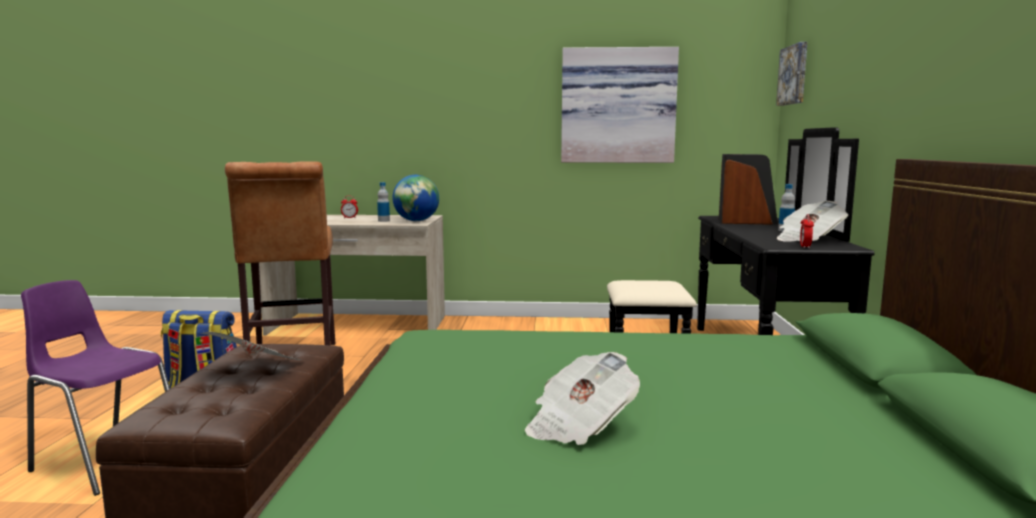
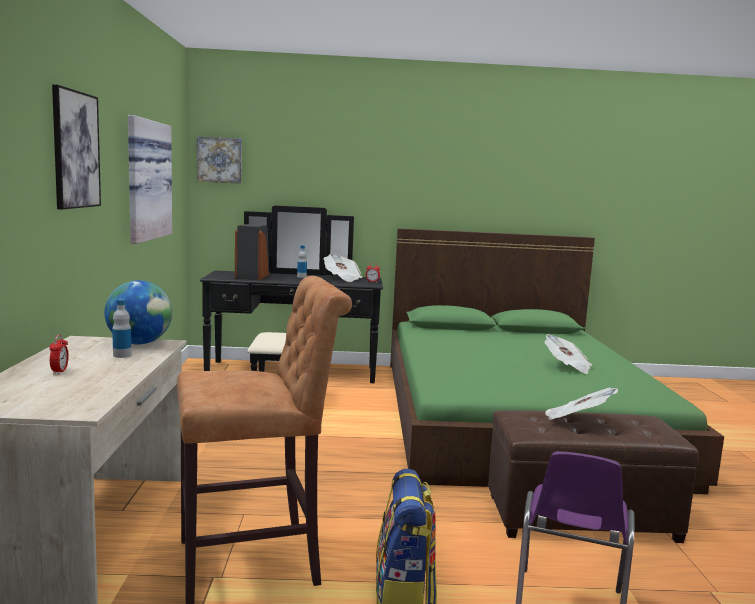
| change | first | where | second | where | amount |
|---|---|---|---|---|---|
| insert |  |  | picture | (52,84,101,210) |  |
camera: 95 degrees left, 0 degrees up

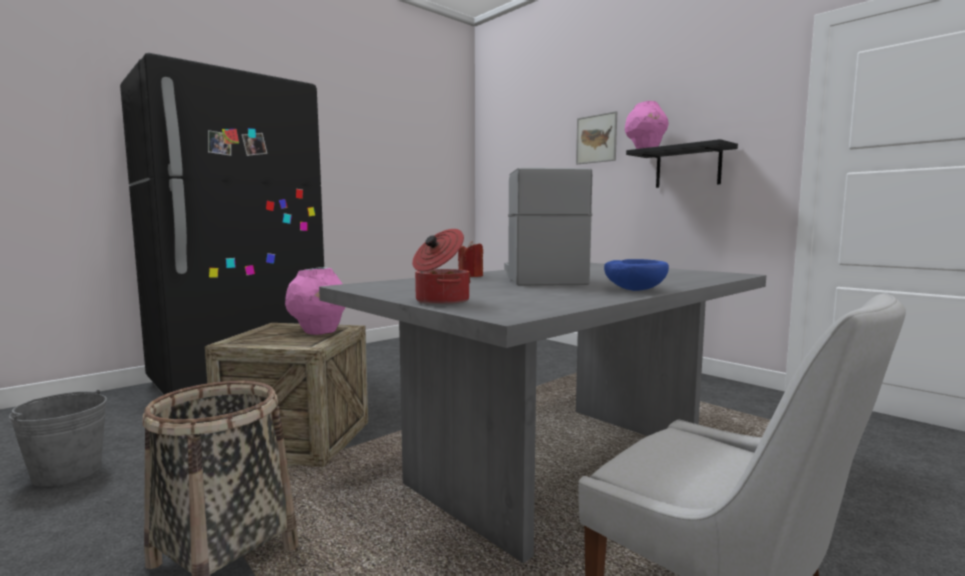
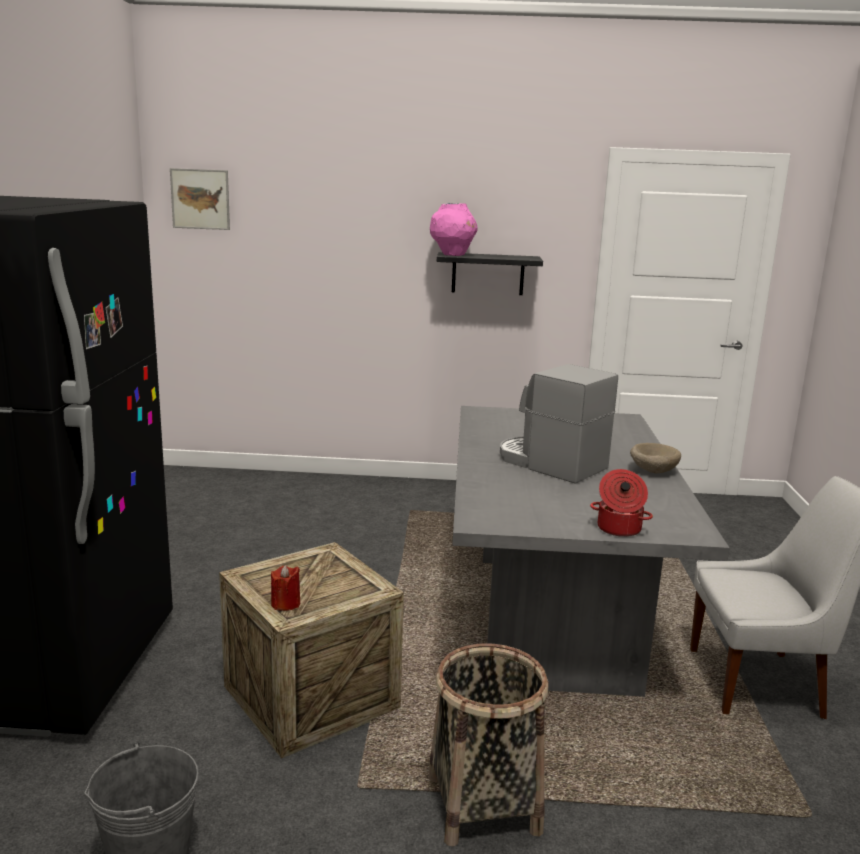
| change | first | where | second | where | amount |
|---|---|---|---|---|---|
| move | picture | (576,111,617,165) |  | (170,168,230,230) |  |
| move | reddish wax candle | (458,241,483,277) |  | (271,565,300,611) |  |
| recolor | blue-coloured bowl | (604,259,669,291) | beige-coloured bowl | (630,443,681,473) |  |
| delete | pink vase | (285,267,346,335) |  |  |  |
camera: 45 degrees left, 10 degrees up

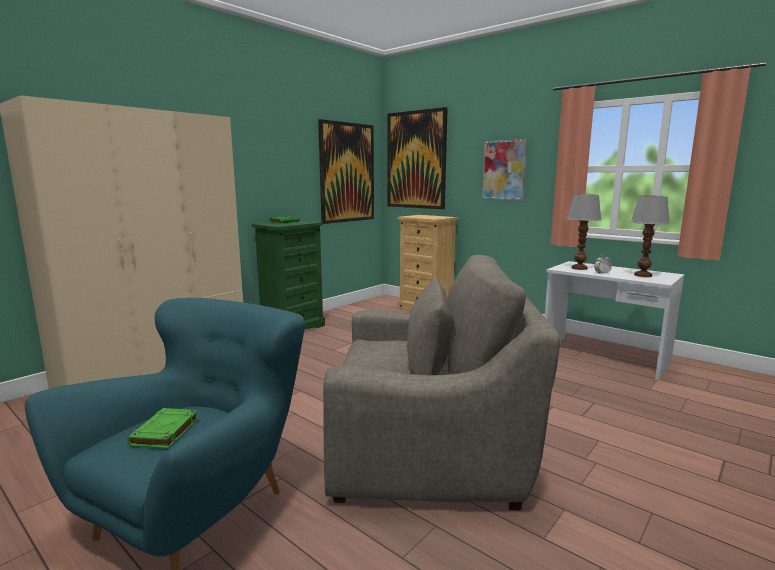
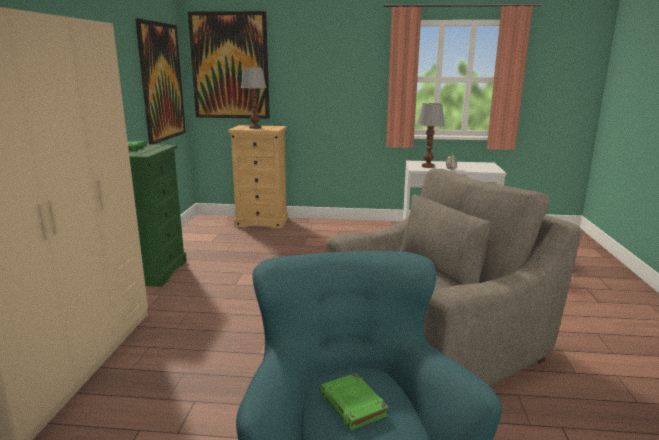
| change | first | where | second | where | amount |
|---|---|---|---|---|---|
| move | table lamp | (631,196,670,277) |  | (241,68,267,129) |  |
| delete | picture | (482,139,527,200) |  |  |  |
camera: 35 degrees left, 5 degrees up

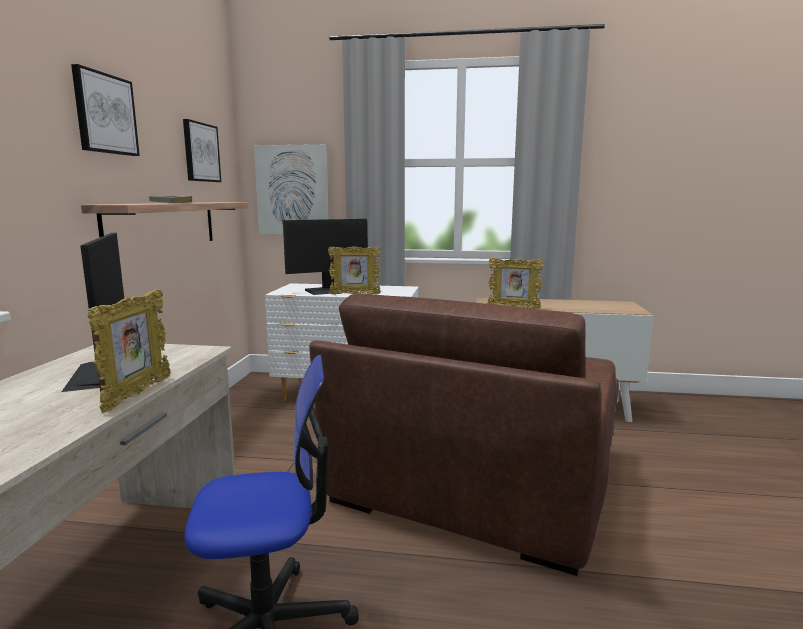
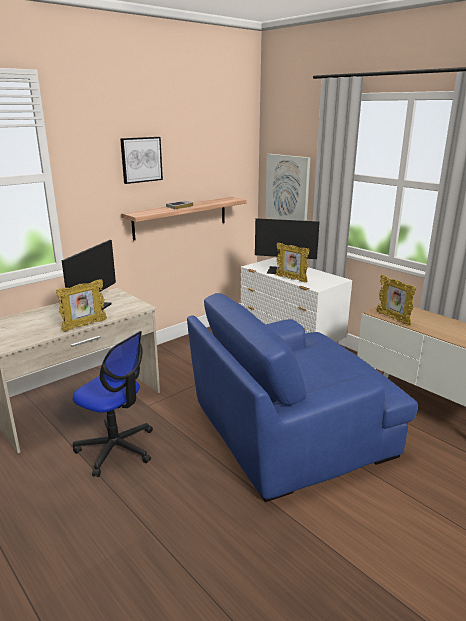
| change | first | where | second | where | amount |
|---|---|---|---|---|---|
| recolor | brownish easy chair | (309,293,619,576) | blue-coloured easy chair | (187,293,418,502) |  |
| delete | picture | (183,119,221,182) |  |  |  |
camera: 40 degrees right, 10 degrees up

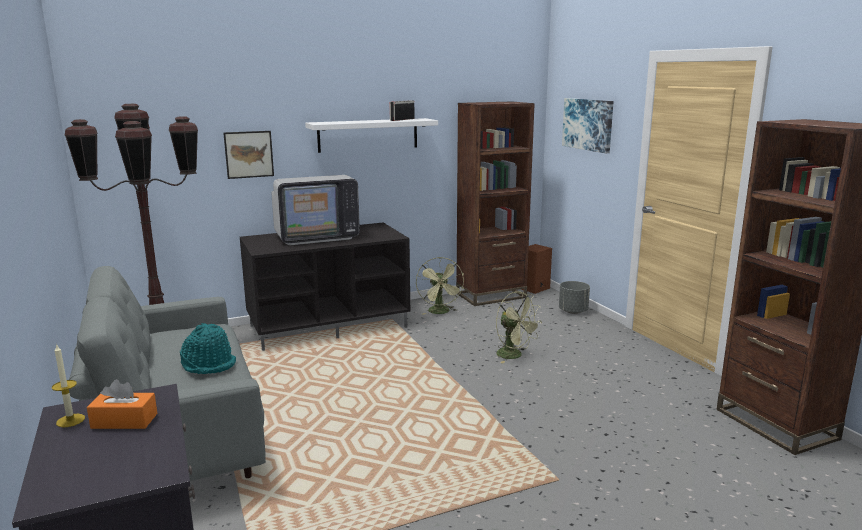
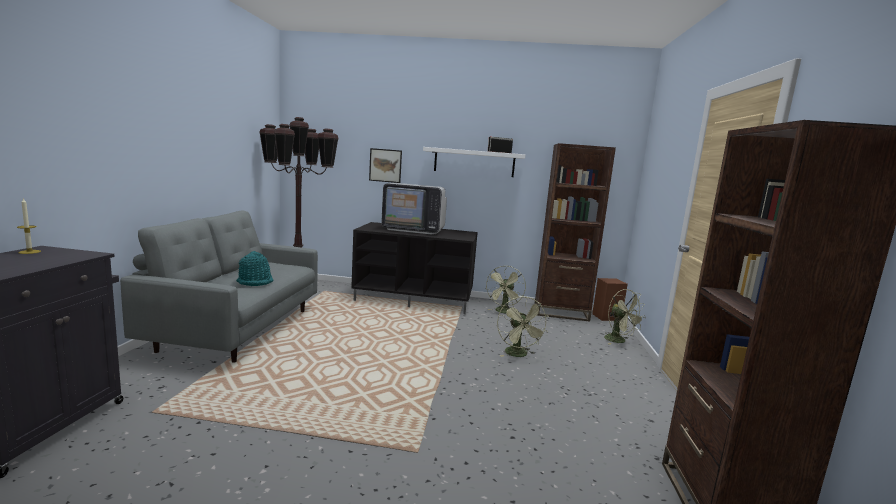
| change | first | where | second | where | amount |
|---|---|---|---|---|---|
| replace | greyish plant pot | (559,281,590,314) | green electric fan | (604,289,646,345) |  |
| delete | orange-coloured tissue box | (87,379,157,429) |  |  |  |
| delete | picture | (562,98,614,153) |  |  |  |
camera: 30 degrees right, 5 degrees down

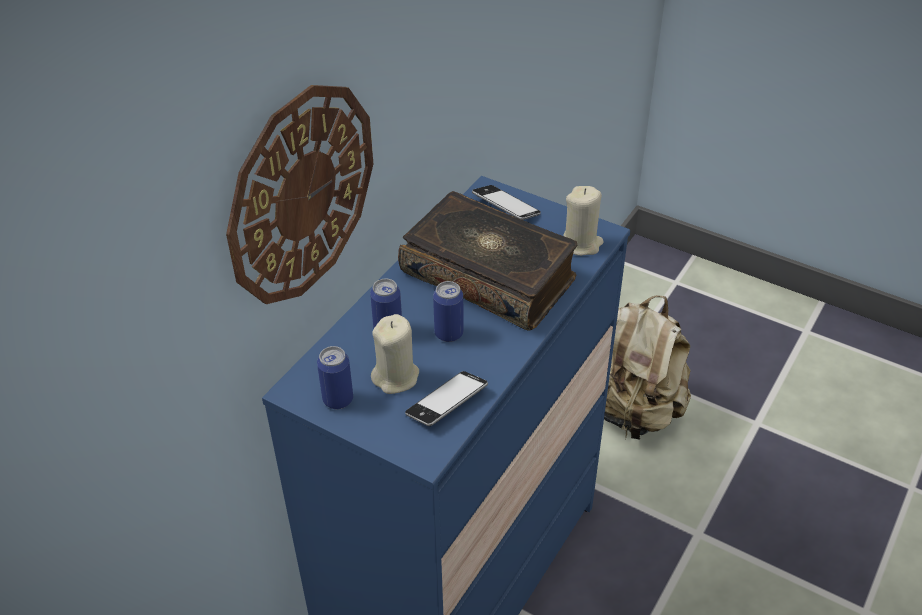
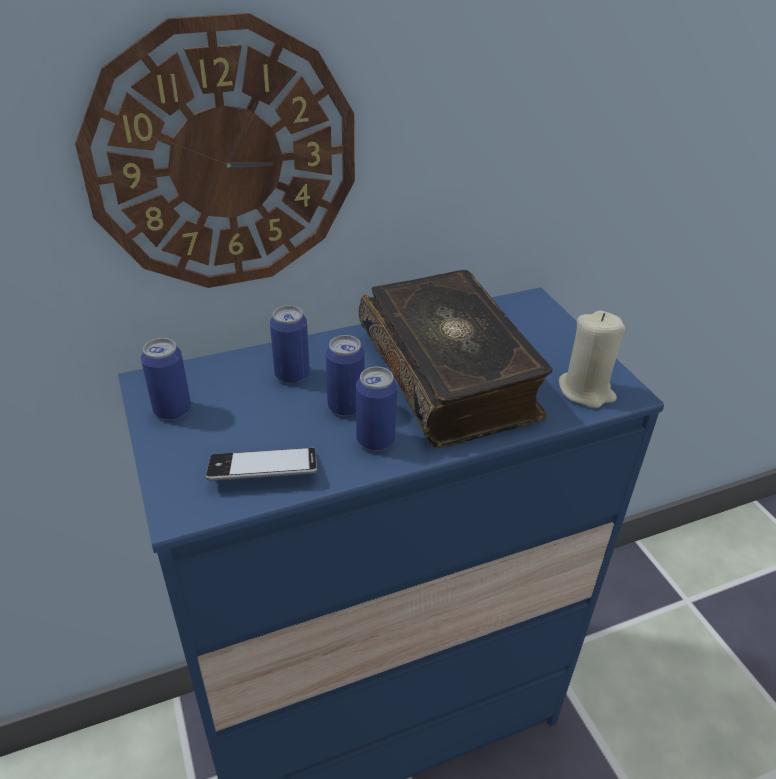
| change | first | where | second | where | amount |
|---|---|---|---|---|---|
| insert |  |  | can | (356,366,397,451) |  |
| delete | beige-coloured wax candle | (371,314,419,394) |  |  |  |
| delete | telephone | (472,185,541,220) |  |  |  |
| delete | beige-coloured backpack | (604,295,691,440) |  |  |  |
camera: 35 degrees right, 5 degrees down

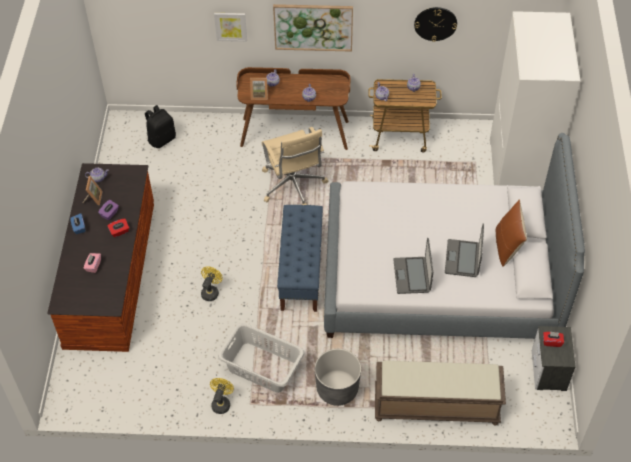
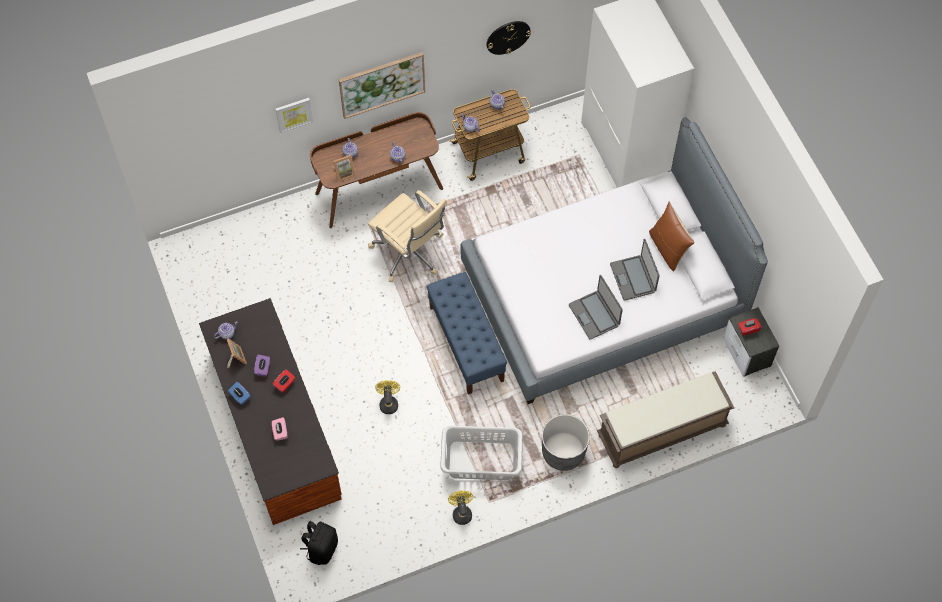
| change | first | where | second | where | amount |
|---|---|---|---|---|---|
| move | black-coloured backpack | (145,105,176,148) |  | (300,521,338,565) |  |
camera: 25 degrees left, 10 degrees up

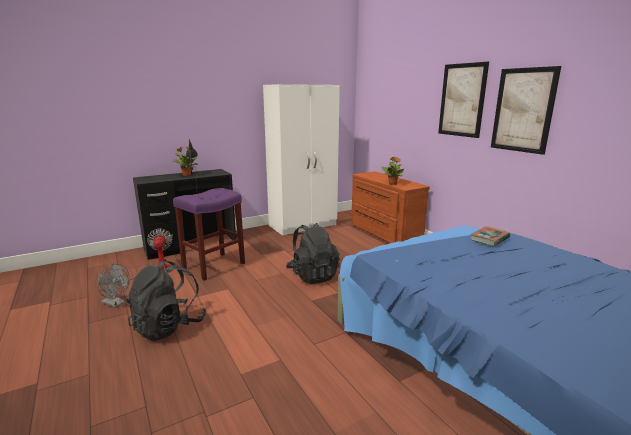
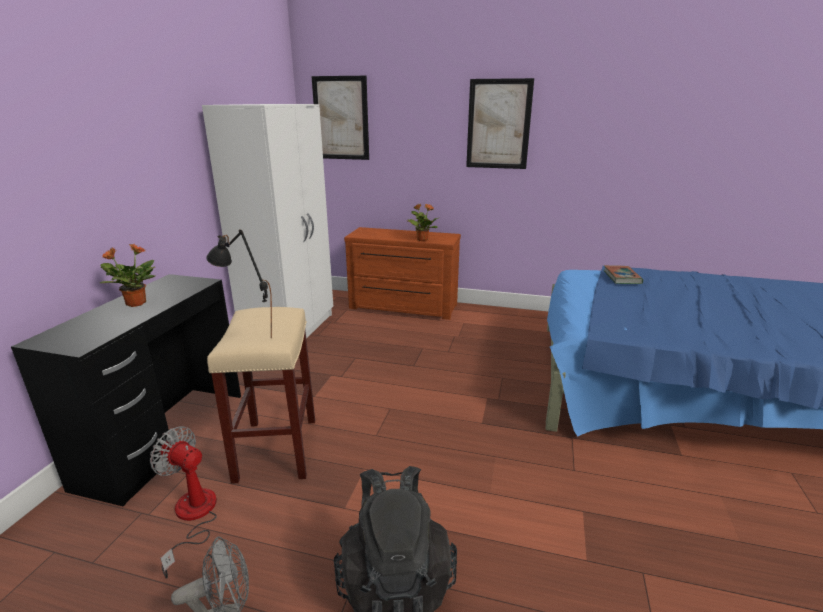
| change | first | where | second | where | amount |
|---|---|---|---|---|---|
| recolor | purple stool | (173,188,245,281) | beige-coloured stool | (207,307,315,484) |  |
| move | picture | (491,66,561,155) |  | (311,76,369,160) |  |
| delete | black-coloured backpack | (286,223,340,284) |  |  |  |
camera: 45 degrees left, 5 degrees up

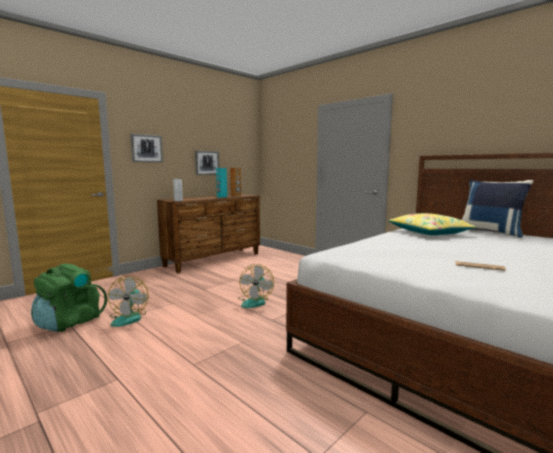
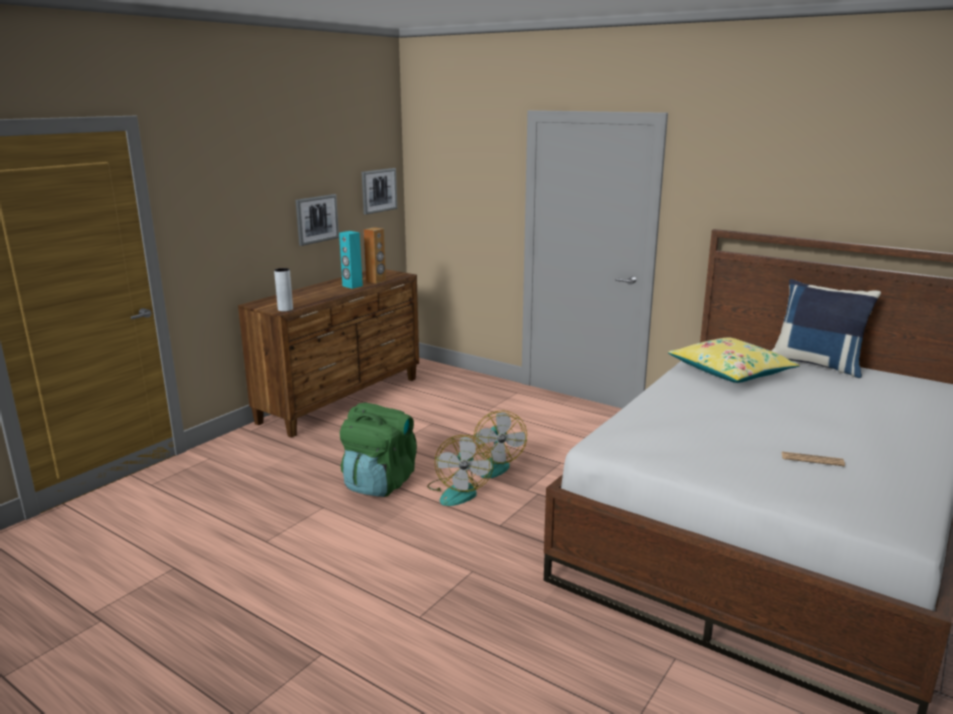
| change | first | where | second | where | amount |
|---|---|---|---|---|---|
| move | green backpack | (31,264,107,332) |  | (340,403,417,497) |  |
| move | picture | (131,134,163,162) |  | (361,168,397,215) |  |
| move | electric fan | (108,276,149,327) |  | (474,411,527,478) |  |
camera: 10 degrees left, 10 degrees up

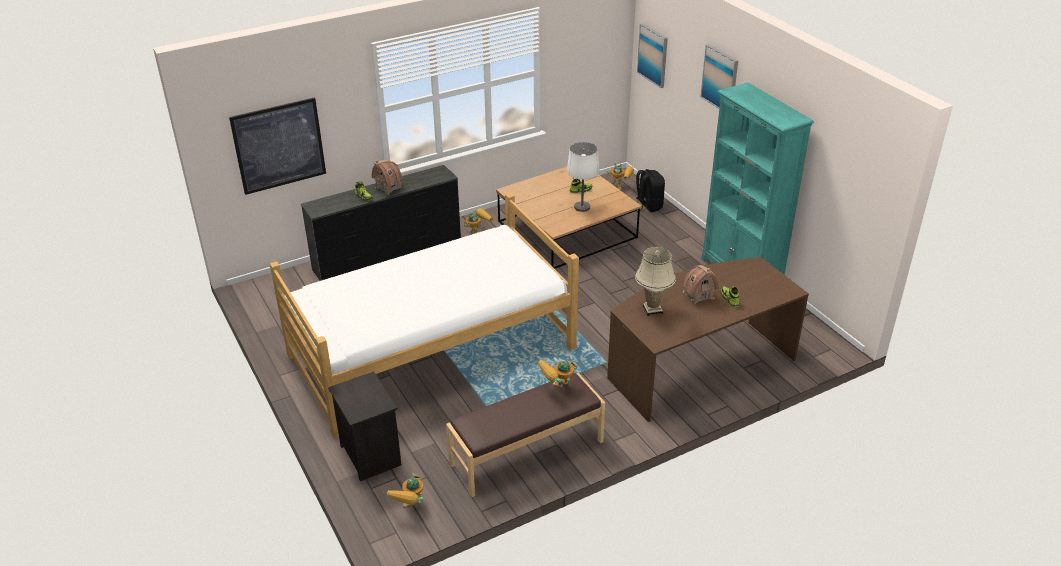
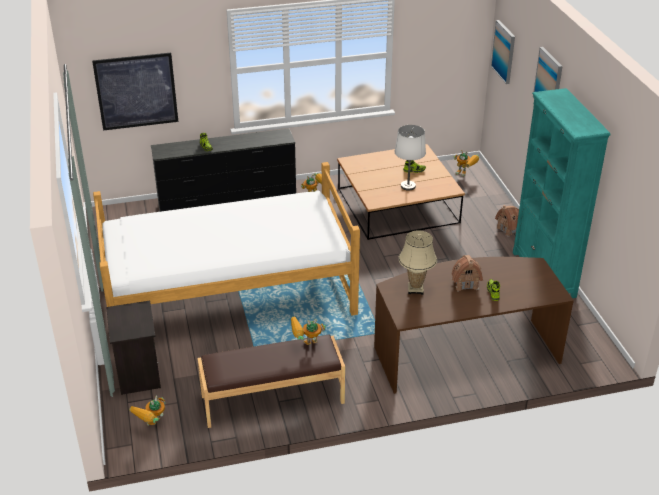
| change | first | where | second | where | amount |
|---|---|---|---|---|---|
| move | toy house | (372,160,403,195) |  | (495,205,519,237) |  |
| delete | black-coloured backpack | (636,169,665,212) |  |  |  |
camera: 15 degrees right, 0 degrees up

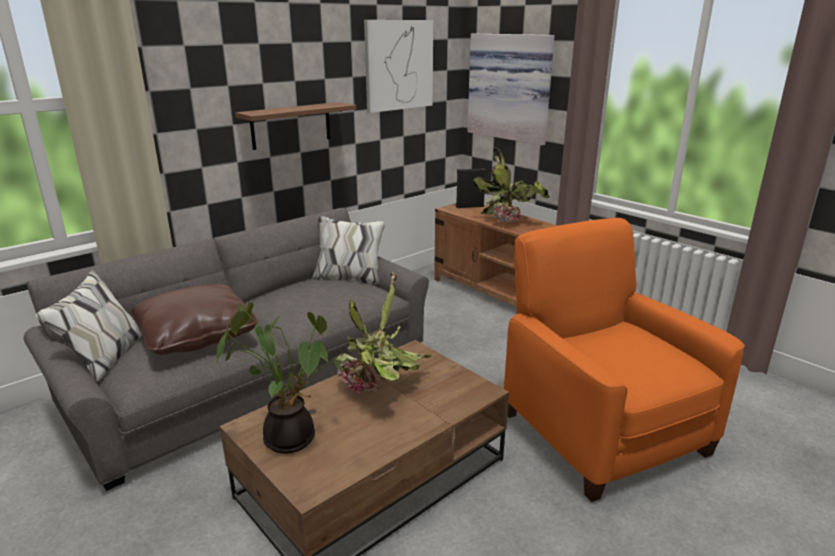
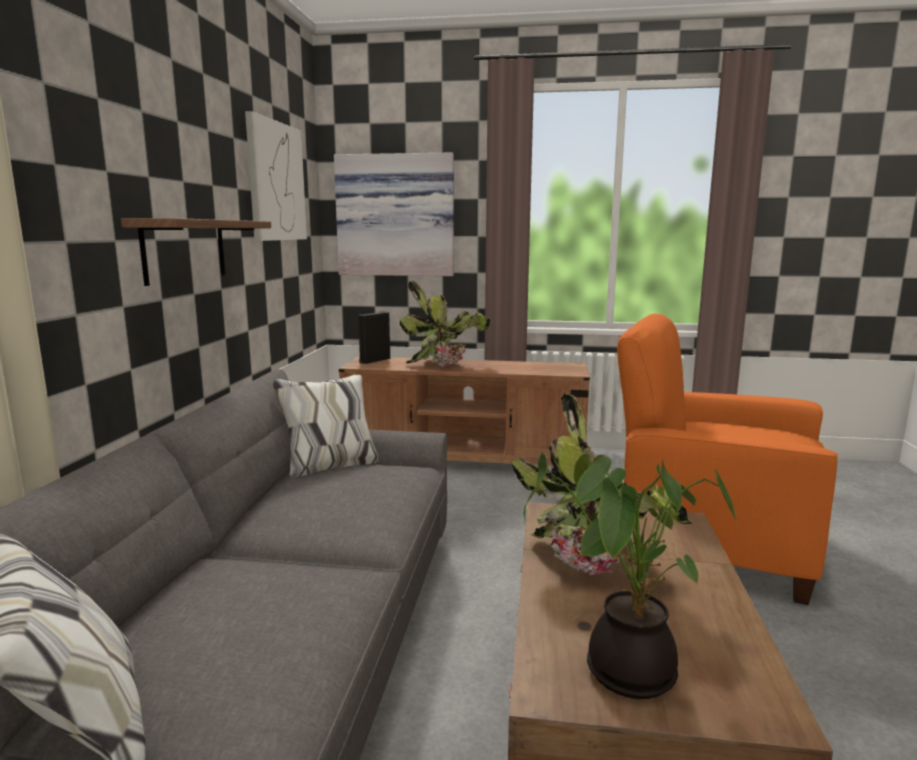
| change | first | where | second | where | amount |
|---|---|---|---|---|---|
| delete | brownish cushion | (130,284,258,355) |  |  |  |
camera: 40 degrees left, 10 degrees down

